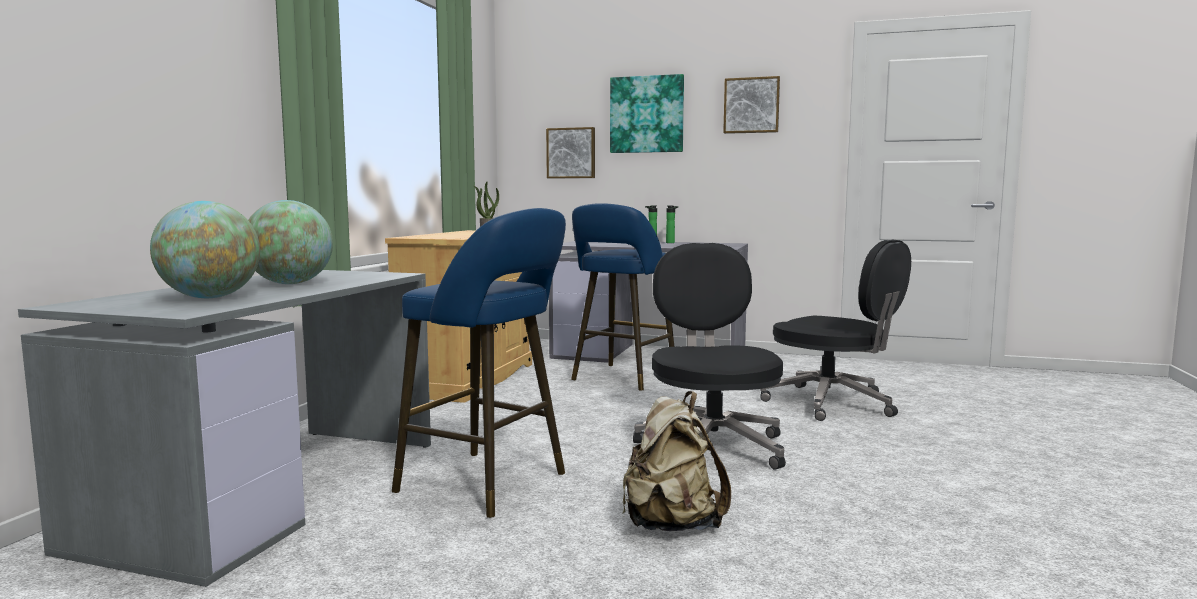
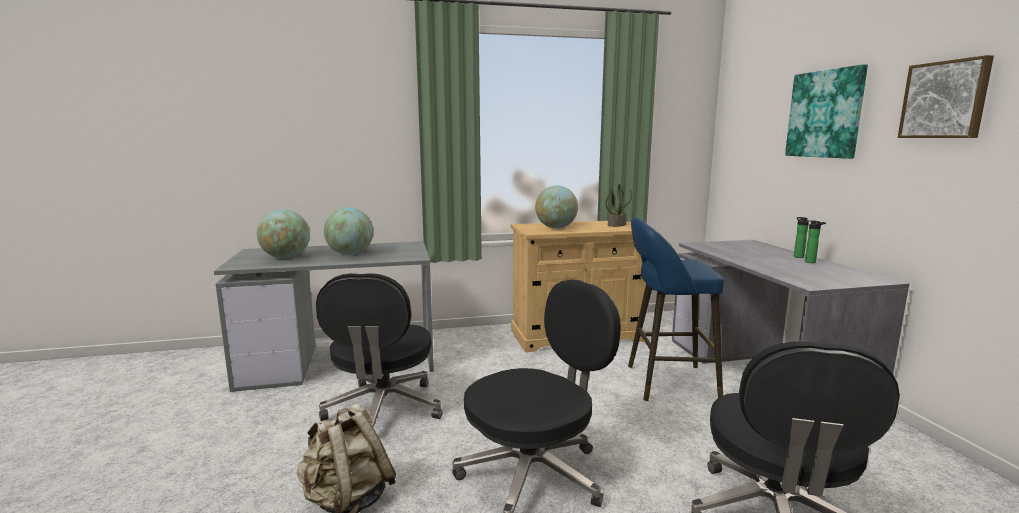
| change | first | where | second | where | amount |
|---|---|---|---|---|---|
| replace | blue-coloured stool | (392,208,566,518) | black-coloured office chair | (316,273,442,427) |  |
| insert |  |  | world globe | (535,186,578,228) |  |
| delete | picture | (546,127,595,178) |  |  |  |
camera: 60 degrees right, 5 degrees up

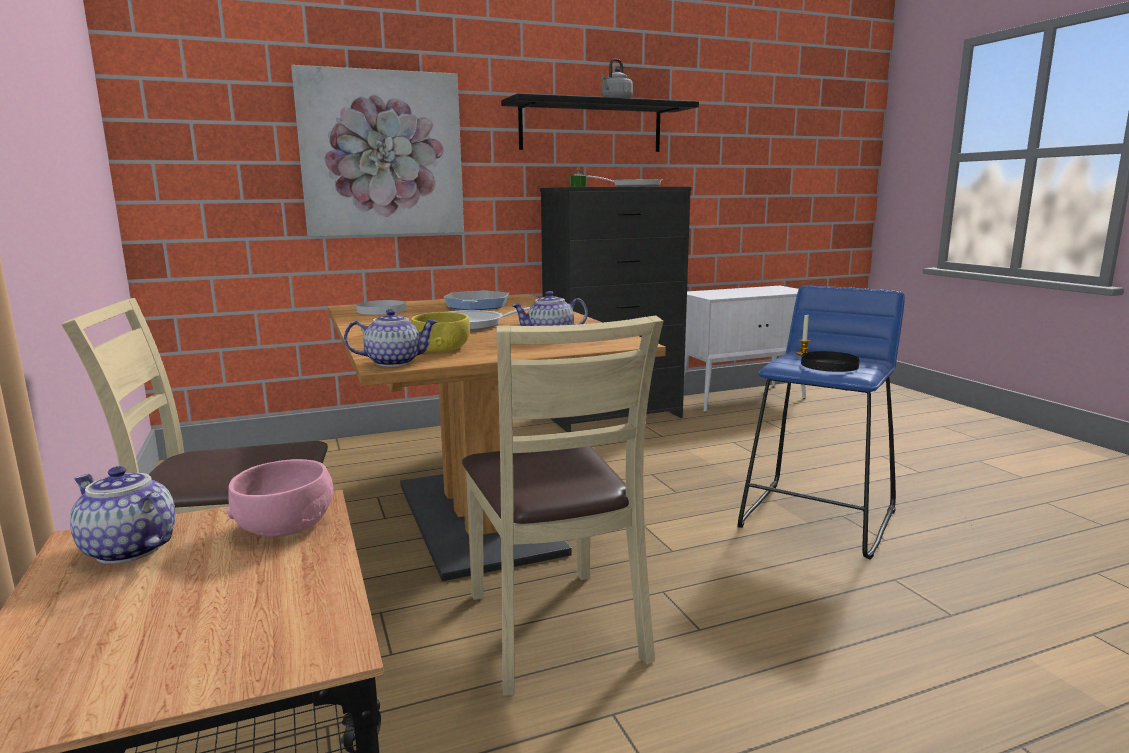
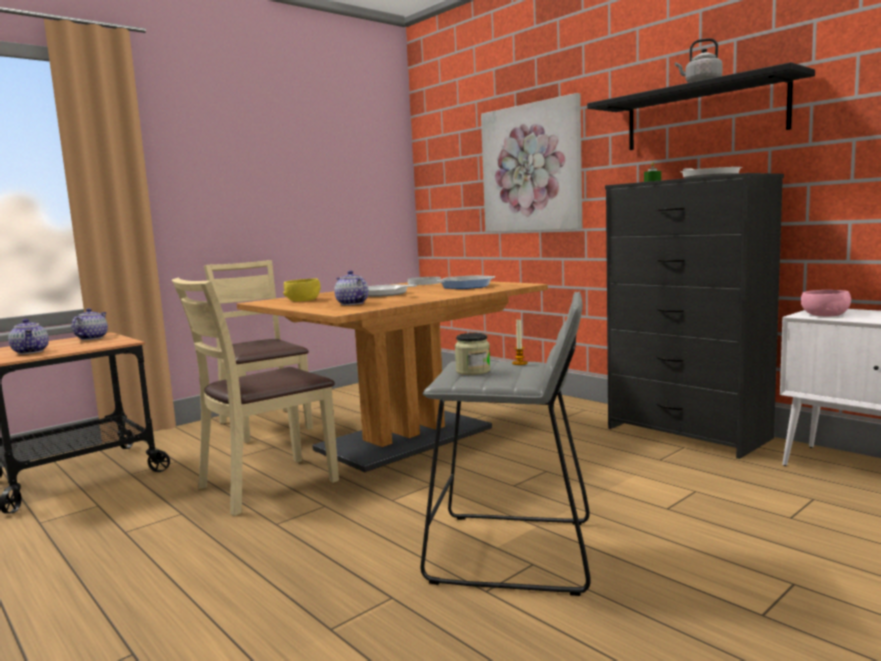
| change | first | where | second | where | amount |
|---|---|---|---|---|---|
| move | tea pot | (344,309,438,367) |  | (8,319,49,354) |  |
| recolor | blue-coloured stool | (737,286,905,559) | greyish stool | (420,292,591,596) |  |
| replace | black-coloured plate | (801,351,860,372) | preserve jar | (455,333,490,375) |  |
| move | pink bowl | (226,459,333,537) |  | (801,290,851,317) |  |
camera: 70 degrees right, 5 degrees down

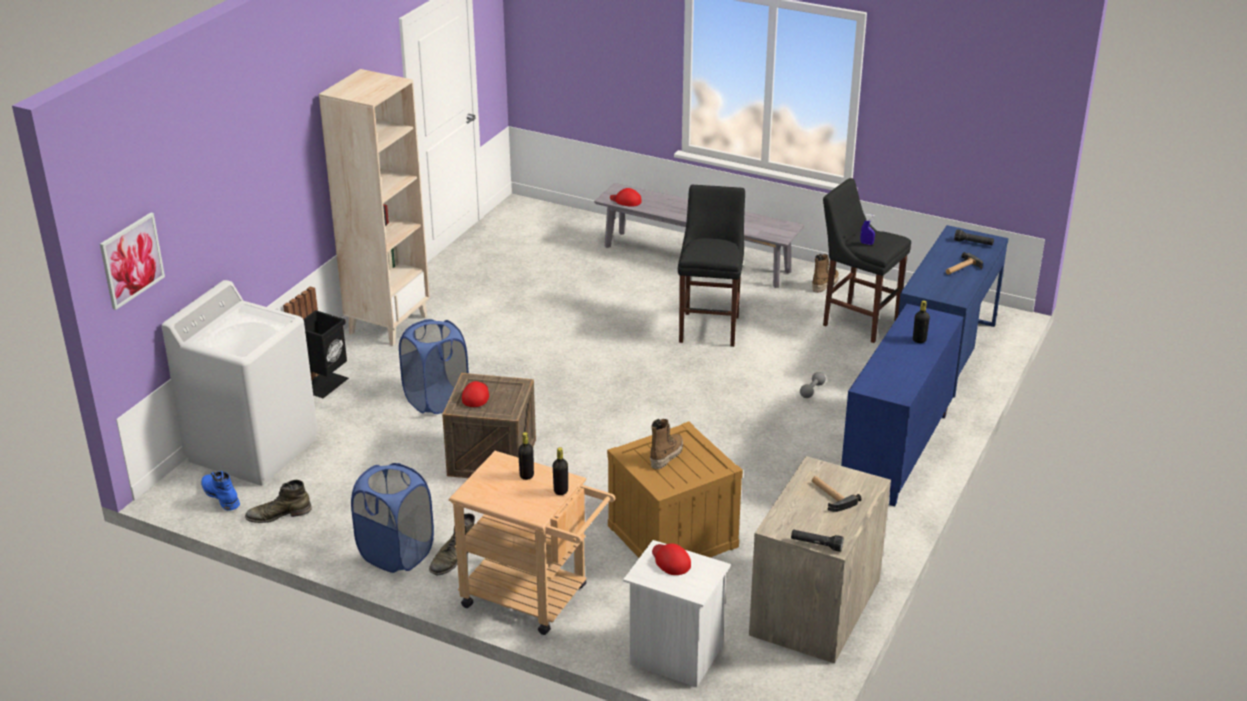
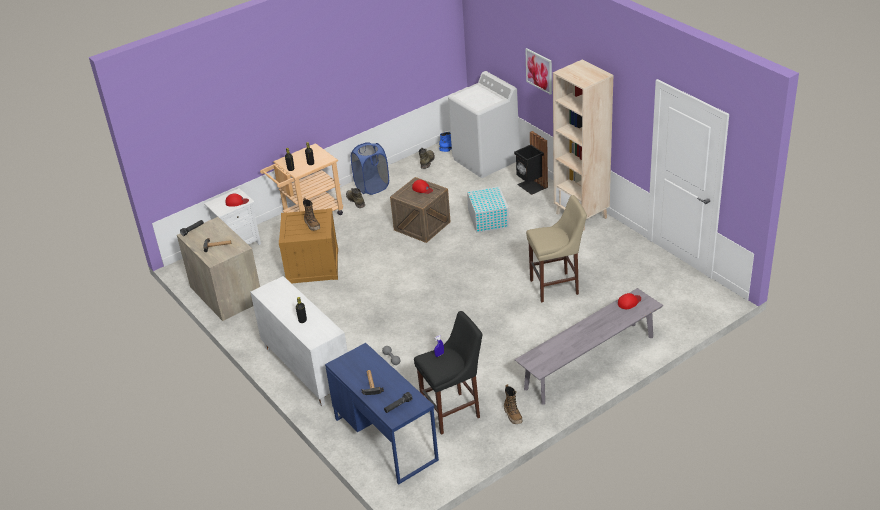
| change | first | where | second | where | amount |
|---|---|---|---|---|---|
| recolor | blue-coloured cabinet | (841,304,964,506) | white-coloured cabinet | (250,276,348,406) |  |
| replace | blue-coloured hamper | (399,319,469,414) | white-coloured storage bin | (467,186,509,233) |  |
| move | picture | (100,213,165,310) |  | (525,48,552,95) |  |
| insert |  |  | beige-coloured stool | (526,195,587,302) |  |
| delete | black-coloured stool | (678,185,745,347) |  |  |  |
camera: 120 degrees right, 5 degrees up

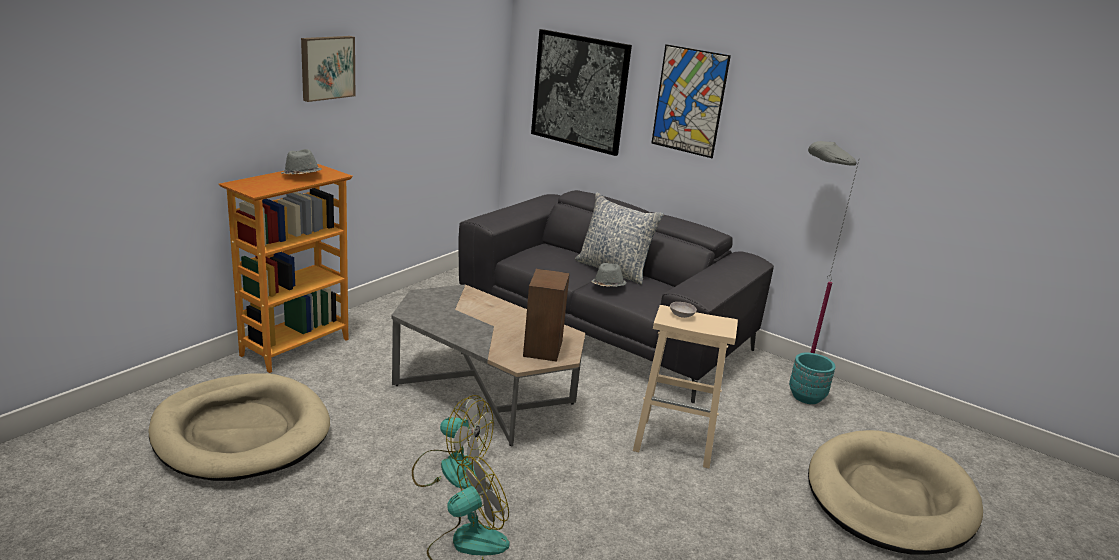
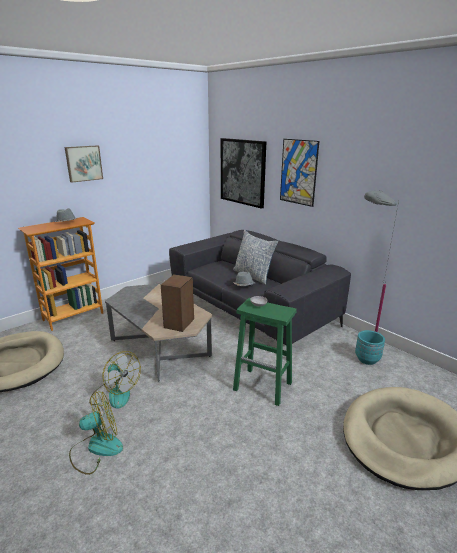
| change | first | where | second | where | amount |
|---|---|---|---|---|---|
| recolor | beige-coloured stool | (633,305,738,468) | green stool | (233,298,297,406) |  |
camera: 15 degrees right, 0 degrees up

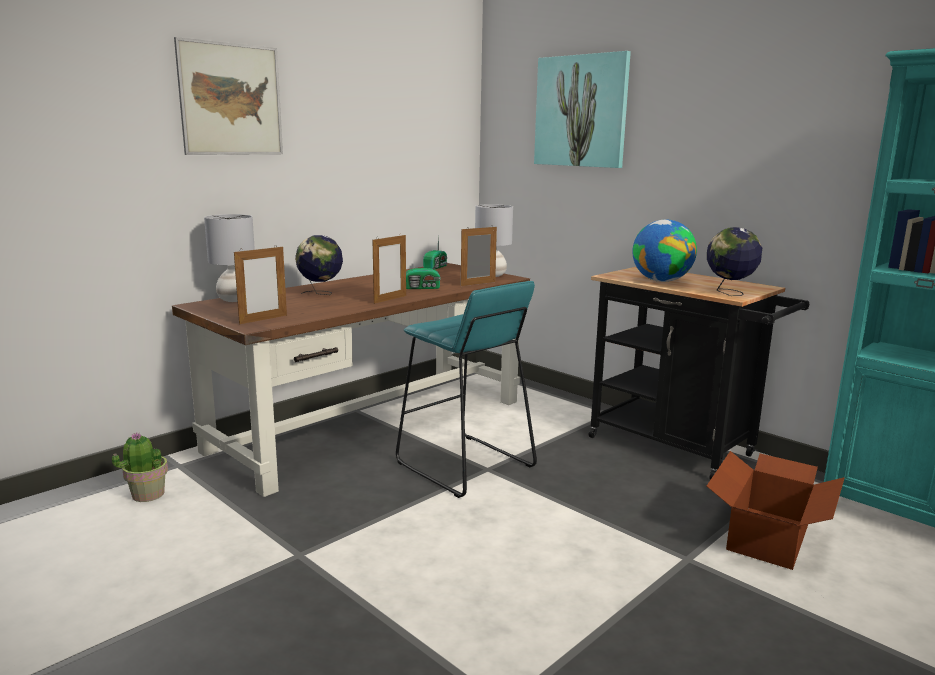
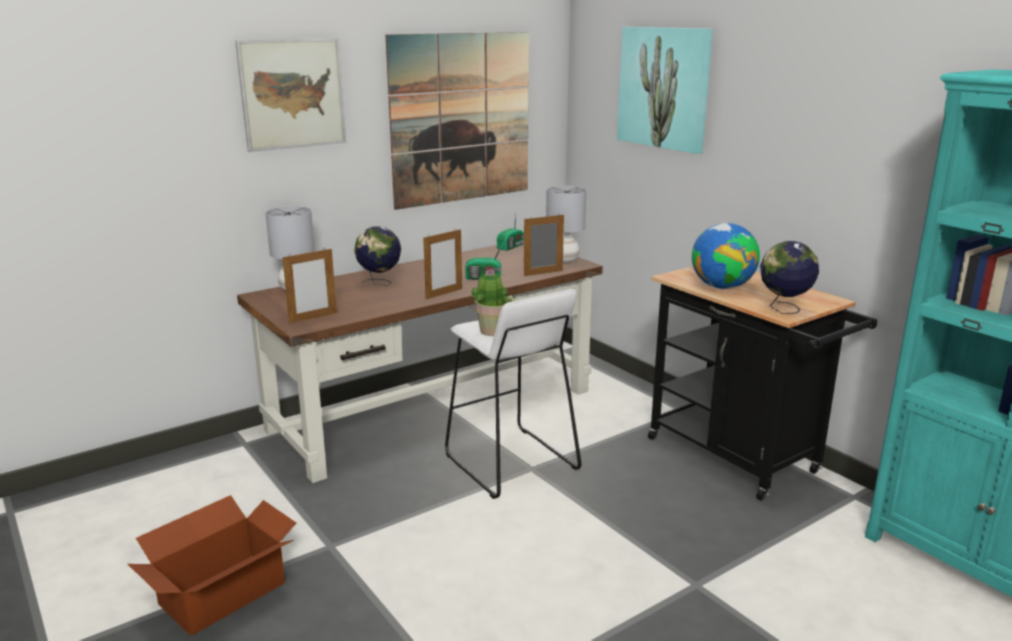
| change | first | where | second | where | amount |
|---|---|---|---|---|---|
| move | carton | (707,451,845,570) |  | (128,495,296,636) |  |
| insert |  |  | picture | (385,32,529,210) |  |
| recolor | turquoise-coloured stool | (396,281,537,498) | white-coloured stool | (445,289,581,499) |  |
| move | houseplant | (112,432,168,502) |  | (472,269,514,336) |  |
camera: 10 degrees right, 5 degrees up

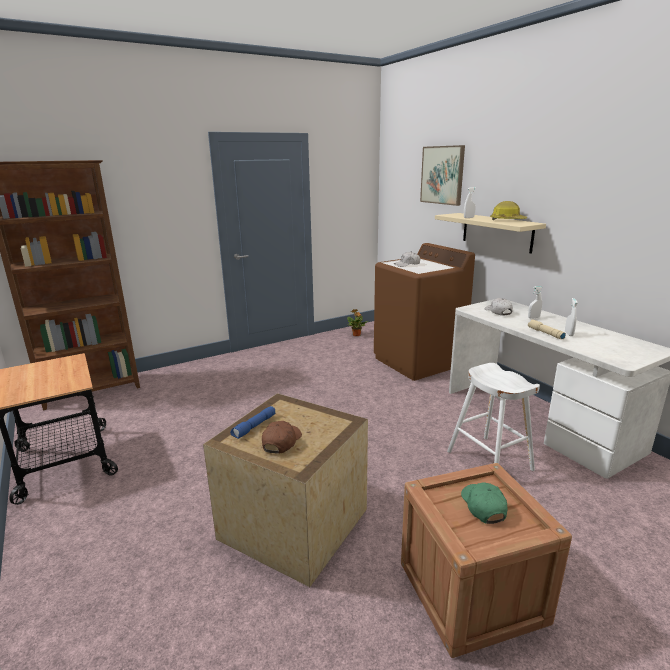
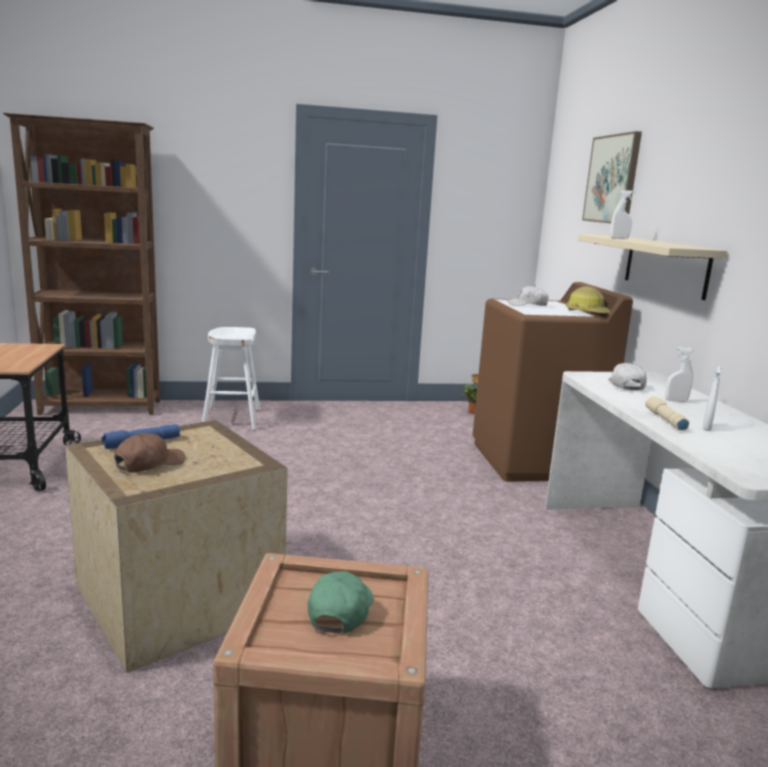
| change | first | where | second | where | amount |
|---|---|---|---|---|---|
| move | white-coloured stool | (447,363,540,471) |  | (202,327,260,430) |  |
| move | work helmet | (490,201,527,220) |  | (566,286,611,313) |  |
camera: 20 degrees right, 5 degrees down

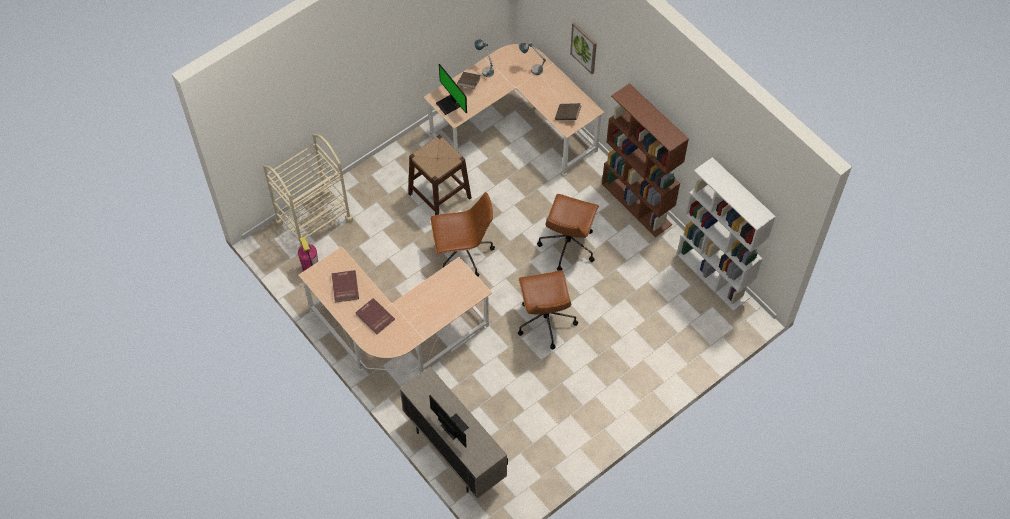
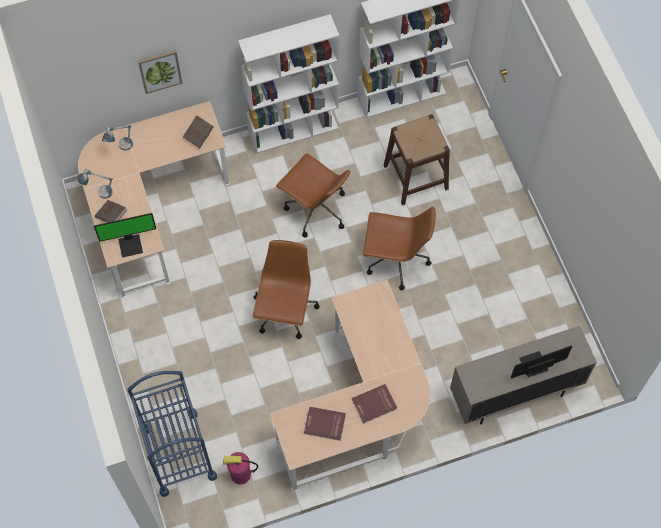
| change | first | where | second | where | amount |
|---|---|---|---|---|---|
| recolor | beige-coloured cart | (263,134,353,248) | blue-coloured cart | (127,371,217,497) |  |
| recolor | brownish bookshelf | (602,83,689,237) | white-coloured bookshelf | (238,14,339,154) |  |
| move | brownish stool | (408,135,472,215) |  | (384,114,450,205) |  |
camera: 70 degrees left, 5 degrees up

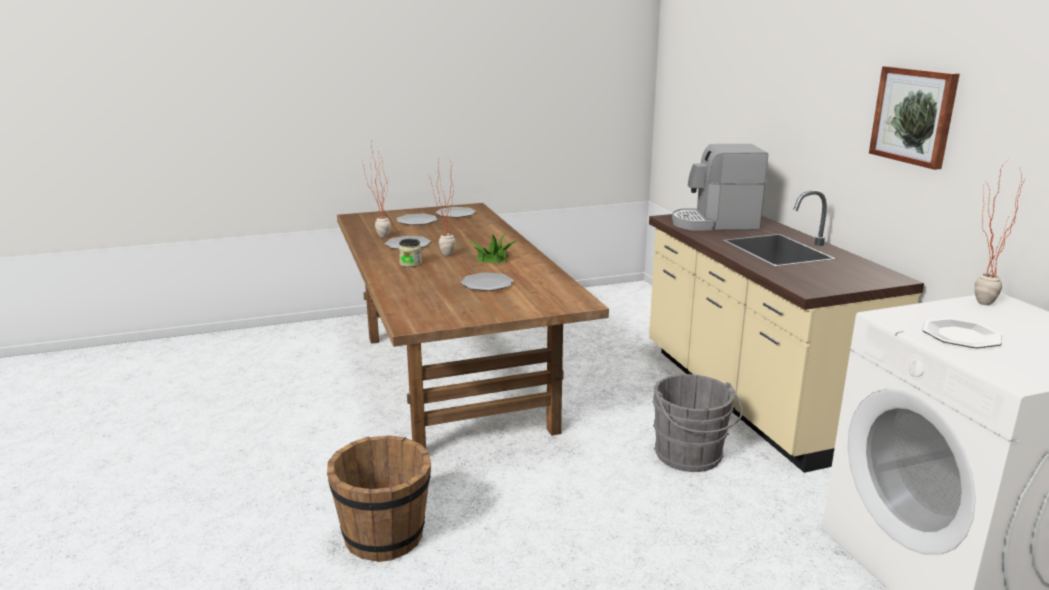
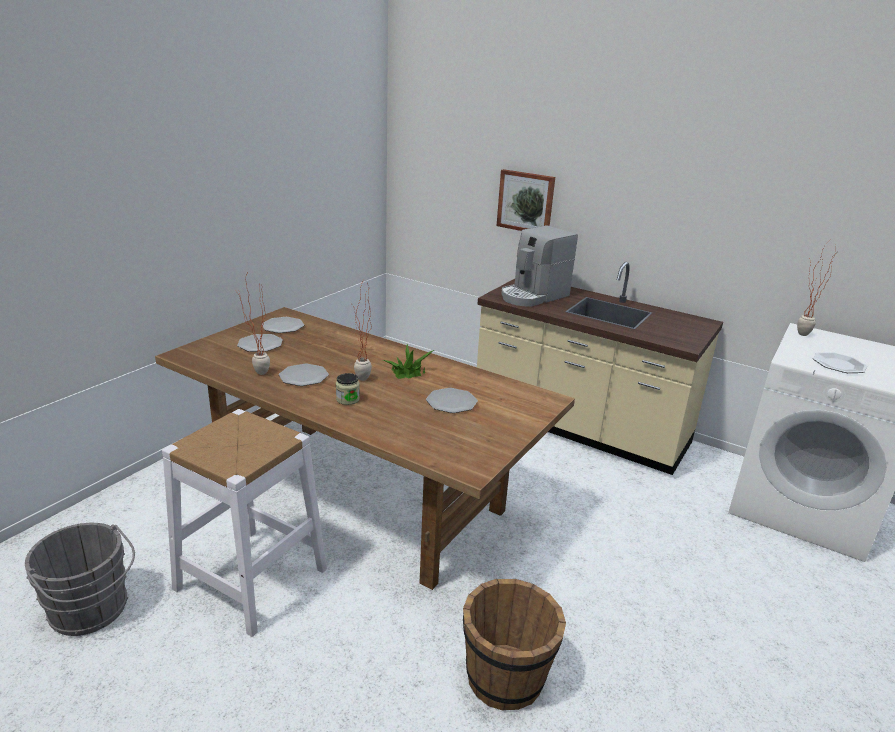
| change | first | where | second | where | amount |
|---|---|---|---|---|---|
| move | greyish bucket | (652,374,743,472) |  | (25,523,135,636) |  |
| insert |  |  | white-coloured stool | (162,409,327,637) |  |
| move | picture | (869,66,960,170) |  | (497,169,555,231) |  |
camera: 40 degrees left, 5 degrees up

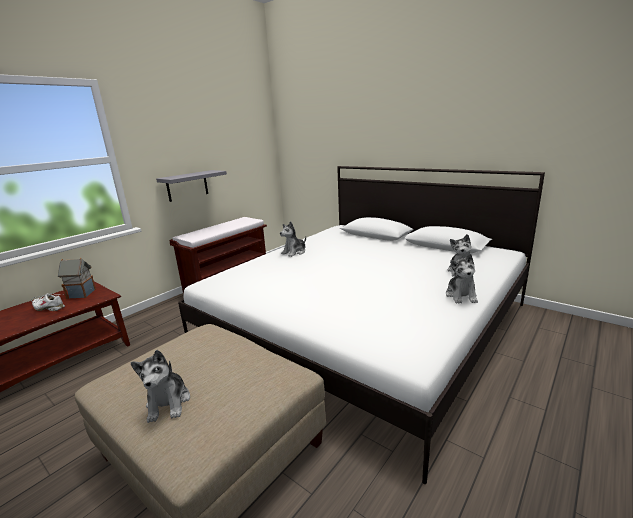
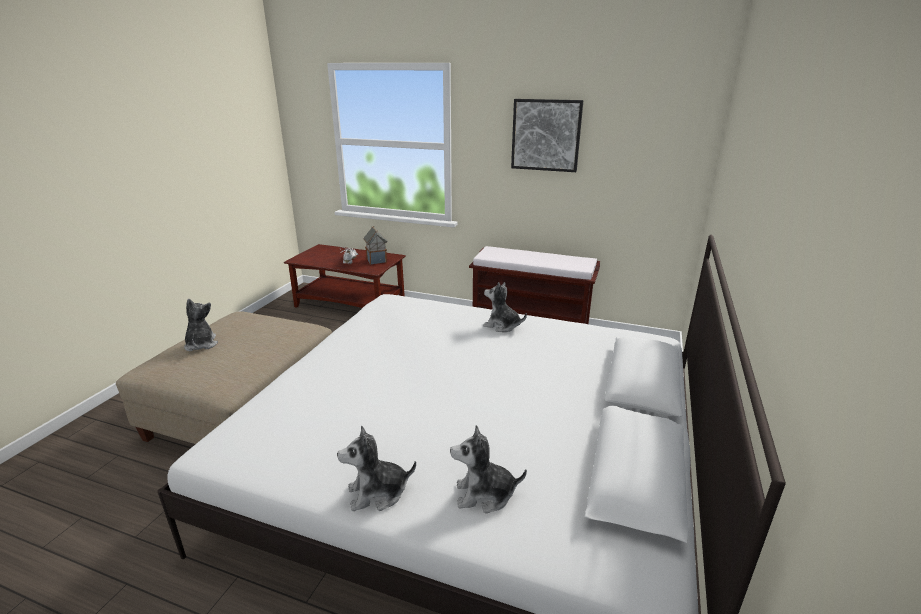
| change | first | where | second | where | amount |
|---|---|---|---|---|---|
| rotate | cuddly toy | (130,350,190,423) |  | (184,299,218,351) | 105 degrees clockwise |
| insert |  |  | picture | (511,99,584,172) |  |
| delete | greyish wall shelf | (156,170,227,202) |  |  |  |
camera: 70 degrees right, 5 degrees up

